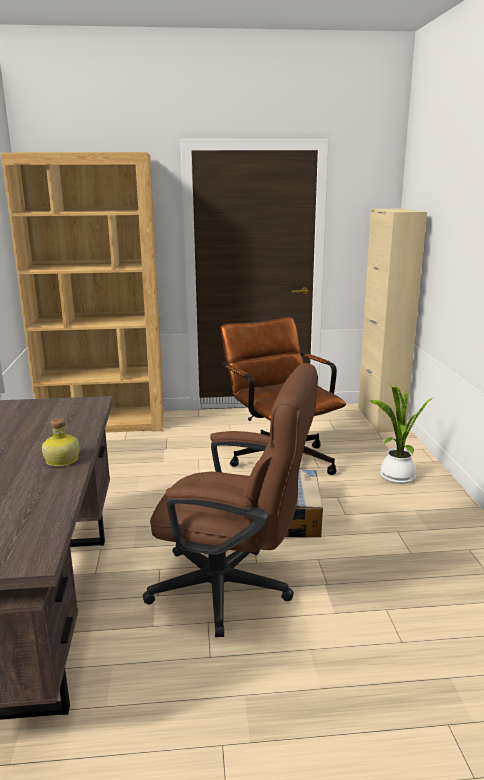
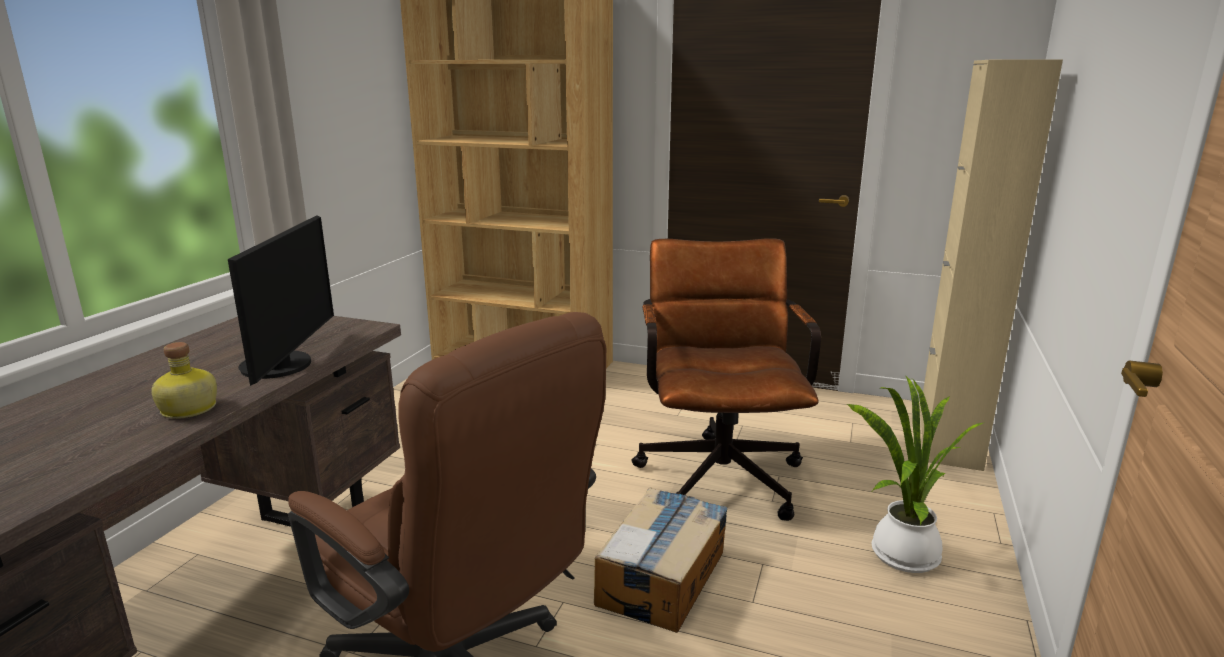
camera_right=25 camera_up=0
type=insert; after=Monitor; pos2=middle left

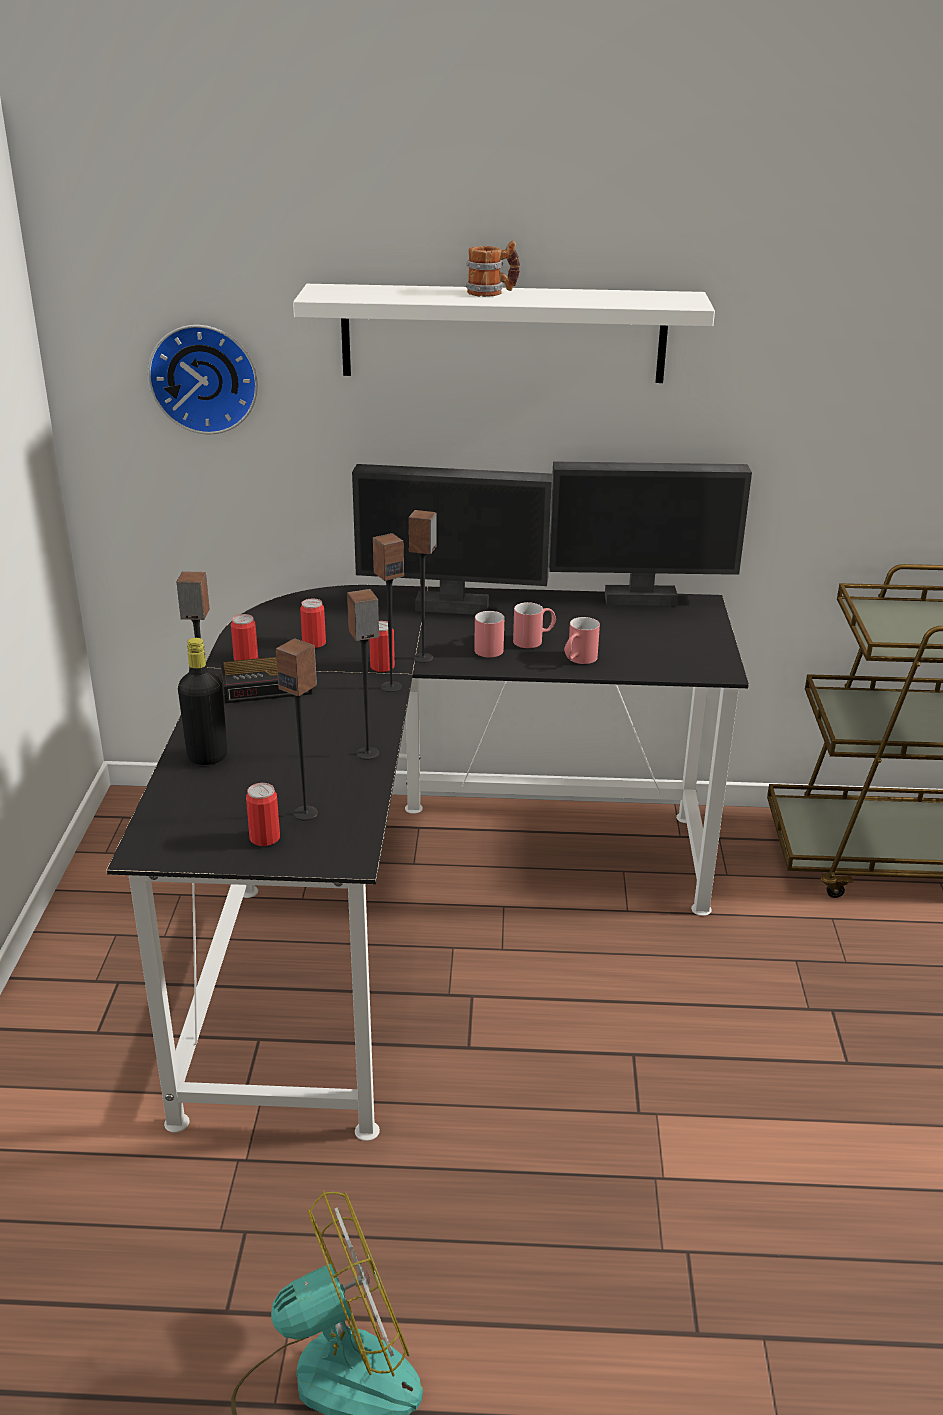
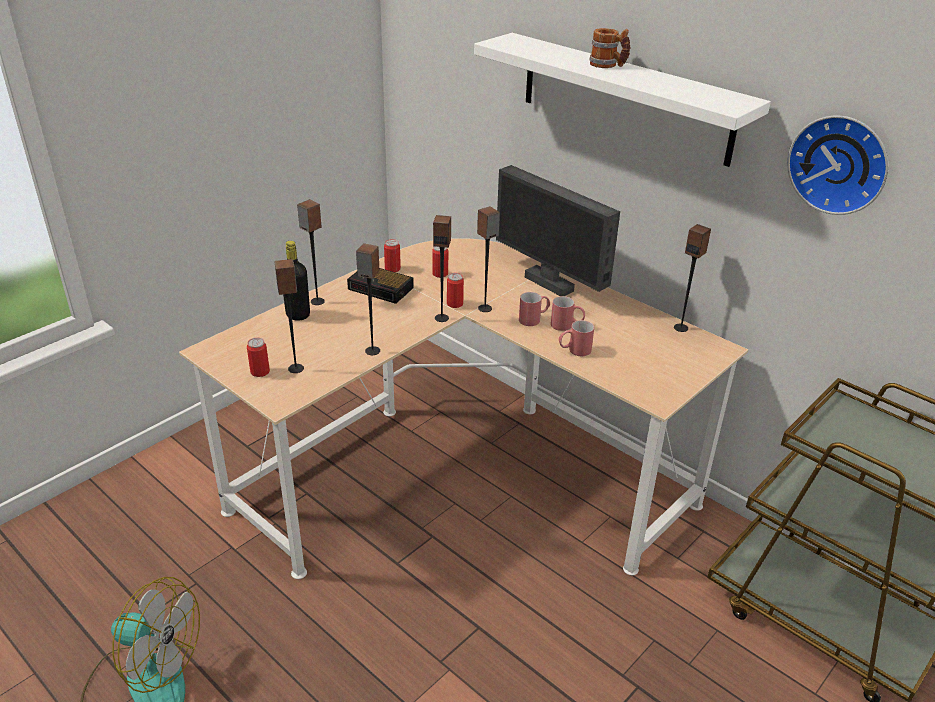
camera_right=40 camera_up=5
type=recolor; before=Schreibtisch (schwarz); after=Schreibtisch (beige); pos1=centre; pos2=centre
type=replace; before=Monitor (2nd from left); after=Lautsprecher (6th from left); pos1=middle right; pos2=middle right
type=move; before=Wanduhr; pos1=top left; pos2=top right

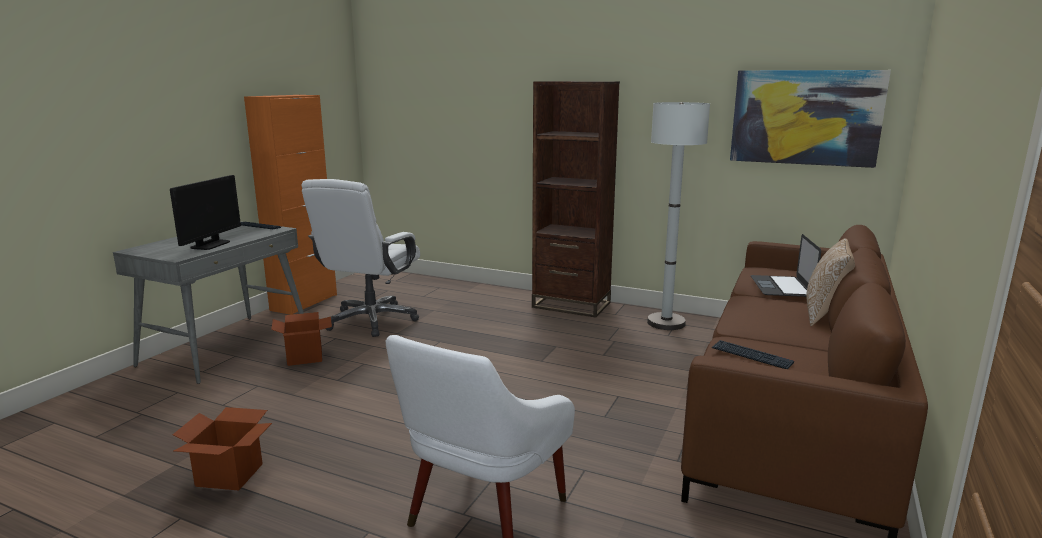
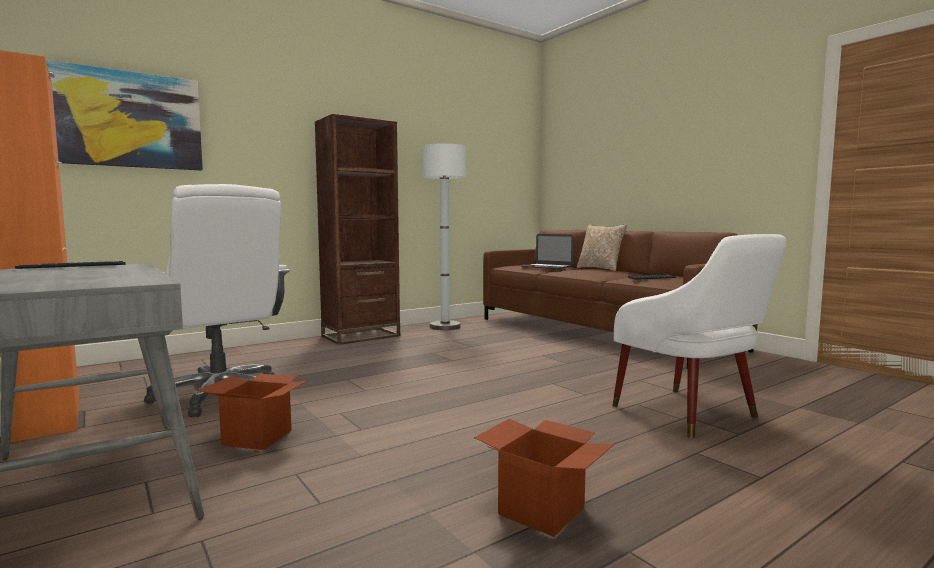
camera_right=-60 camera_up=-10
type=move; before=Bild; pos1=top right; pos2=top left
type=delete; before=Monitor; pos1=middle left

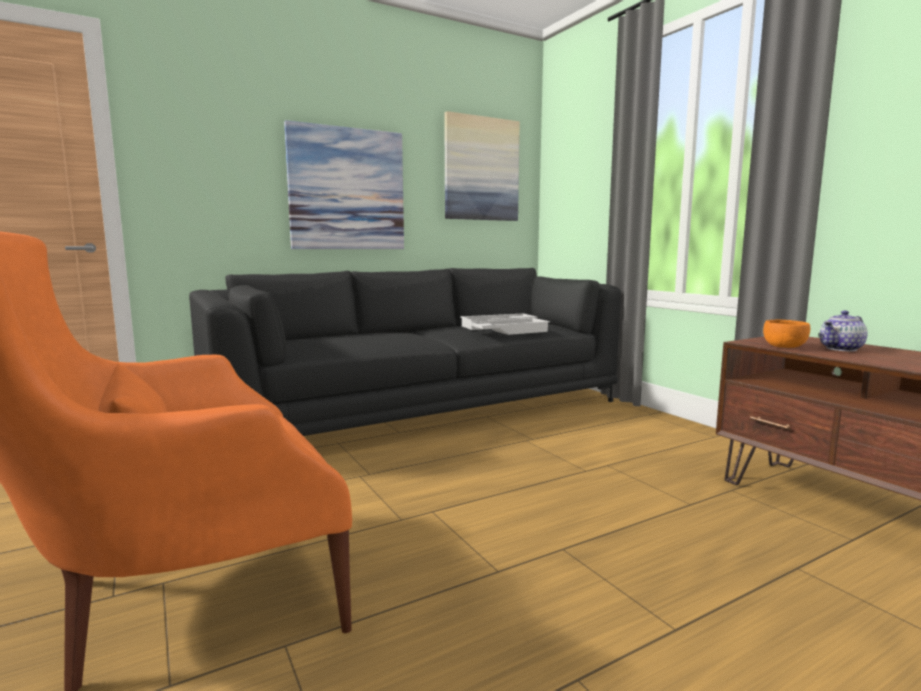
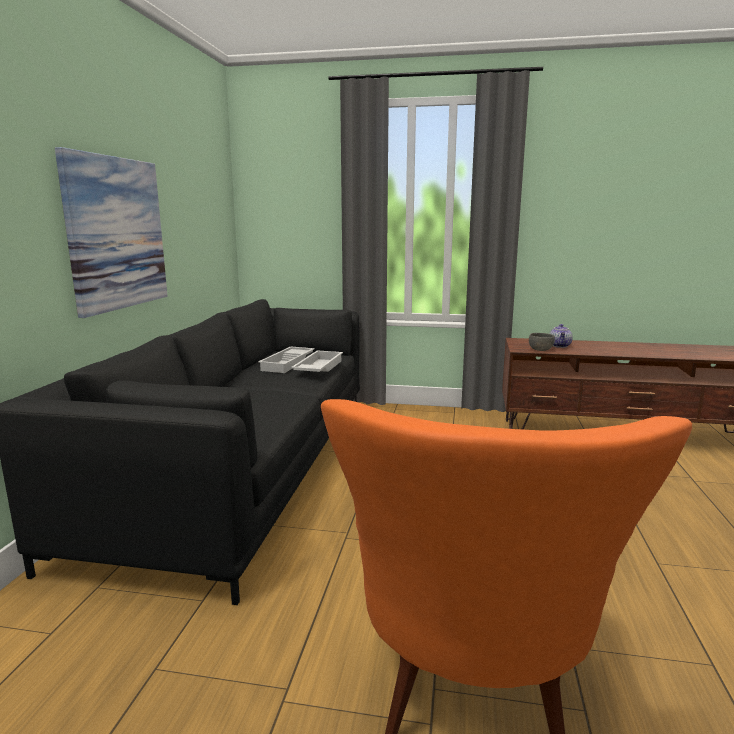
camera_right=-50 camera_up=5
type=recolor; before=Schüssel (orange); after=Schüssel (grau); pos1=middle right; pos2=middle right
type=delete; before=Bild (2nd from left); pos1=top centre

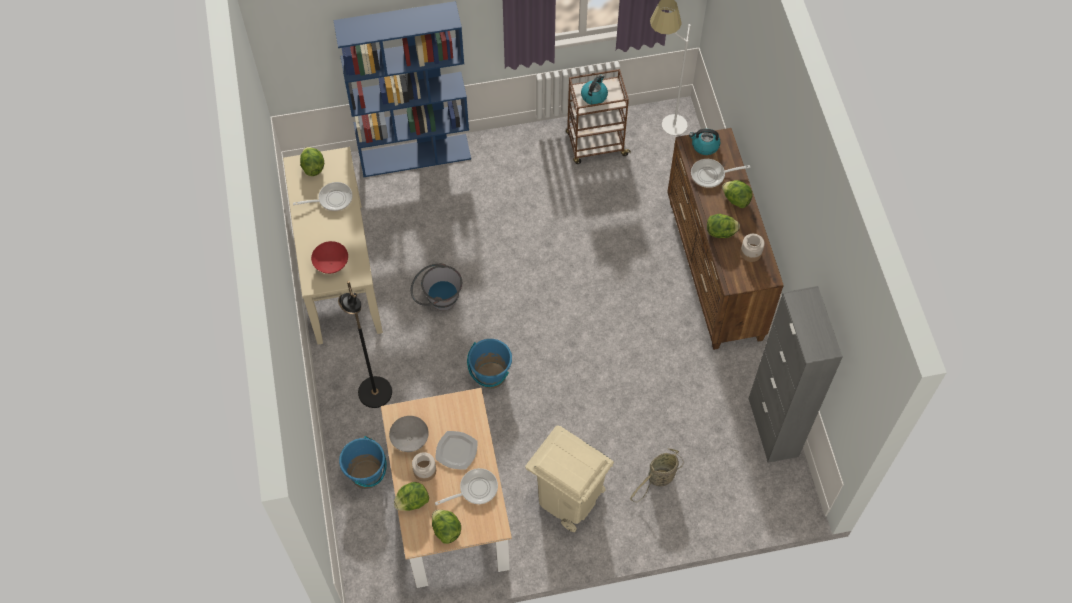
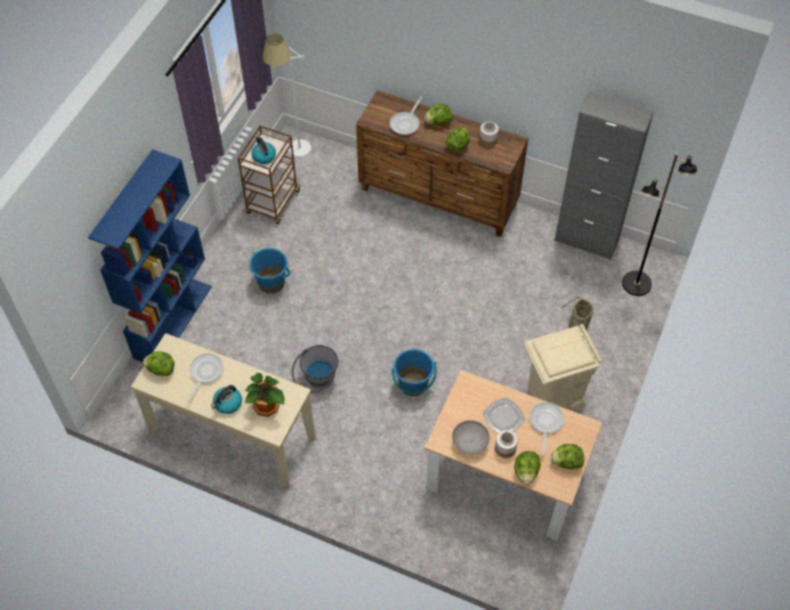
camera_right=-55 camera_up=-5
type=move; before=Wasserkessel (2nd from left in the first image); after=Wasserkessel (1st from left); pos1=top centre; pos2=middle left
type=replace; before=Schüssel (rot); after=Topfpflanze; pos1=middle left; pos2=centre
type=move; before=Eimer (blau) (1st from left); pos1=bottom centre; pos2=centre
type=move; before=Stehlampe (schwarz); pos1=centre; pos2=middle right

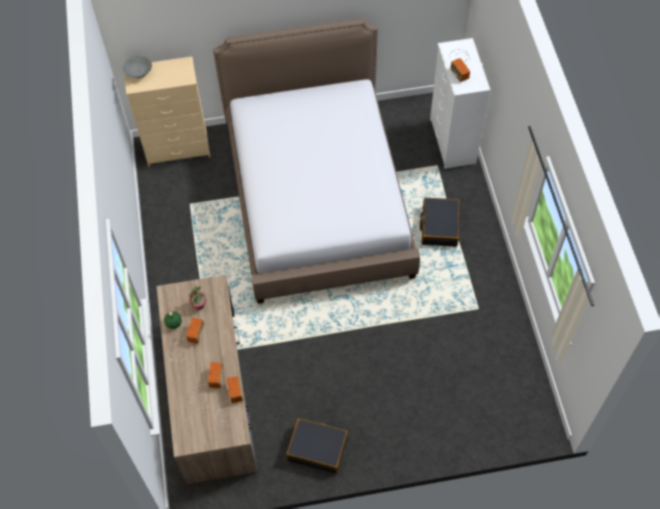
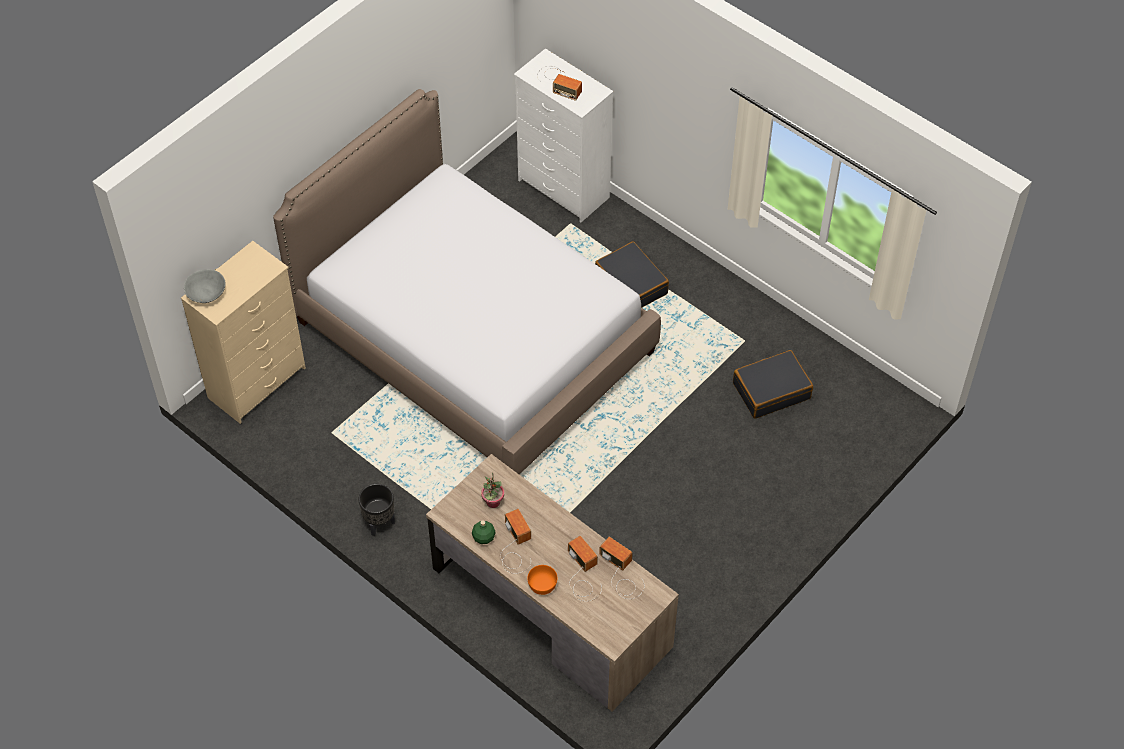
camera_right=-40 camera_up=-5
type=insert; after=Pflanzkübel (schwarz); pos2=bottom centre
type=insert; after=Schüssel (orange); pos2=bottom centre
type=move; before=Koffer (schwarz) (1st from left in the first image); after=Koffer (schwarz) (2nd from left); pos1=bottom centre; pos2=middle right

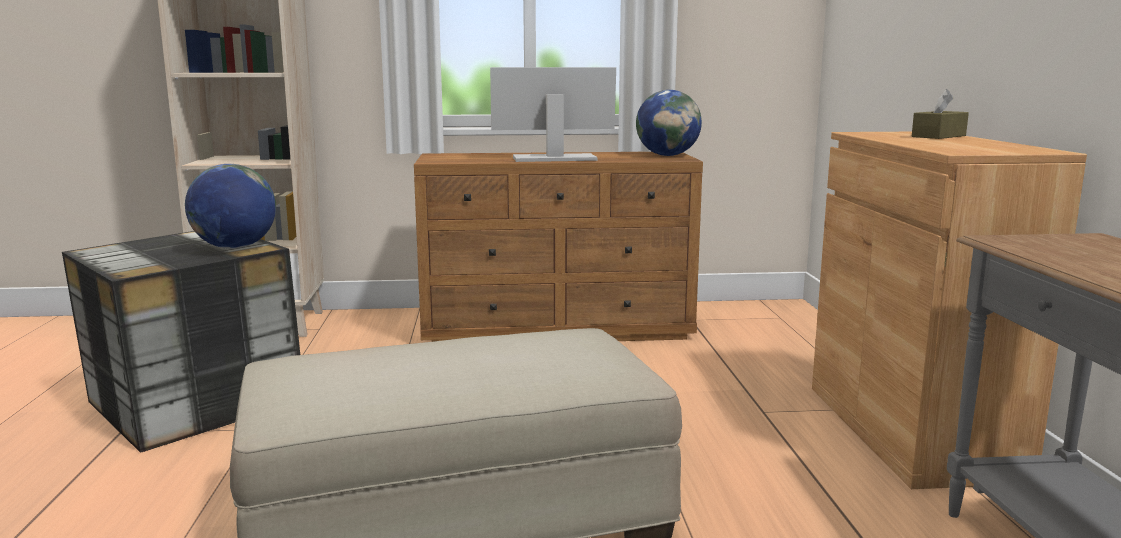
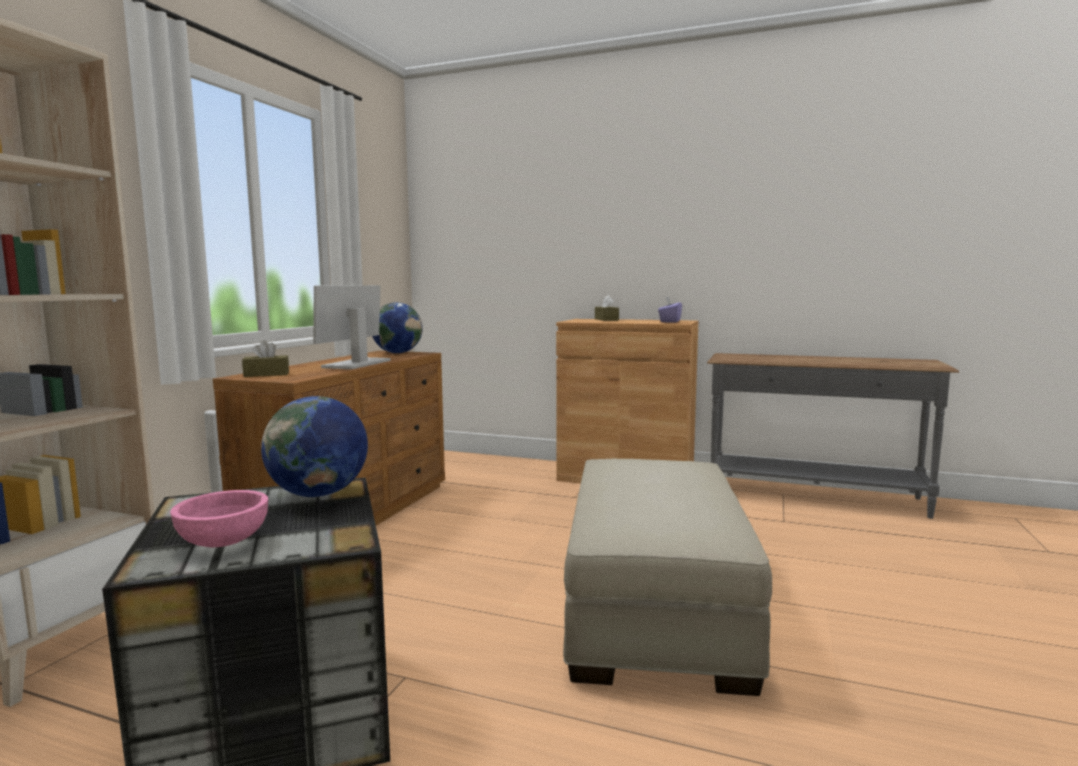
camera_right=-65 camera_up=-5
type=insert; after=Schüssel (rosa); pos2=bottom left
type=insert; after=Taschentuchbox (braun) (1st from left); pos2=middle left
type=insert; after=Taschentuchbox (lila); pos2=centre

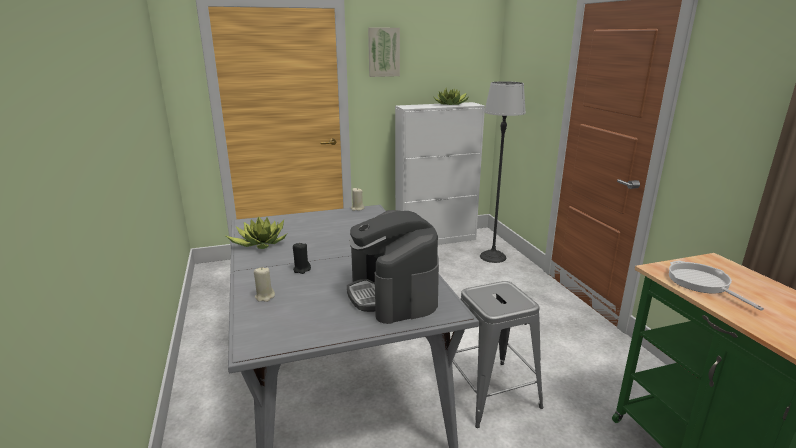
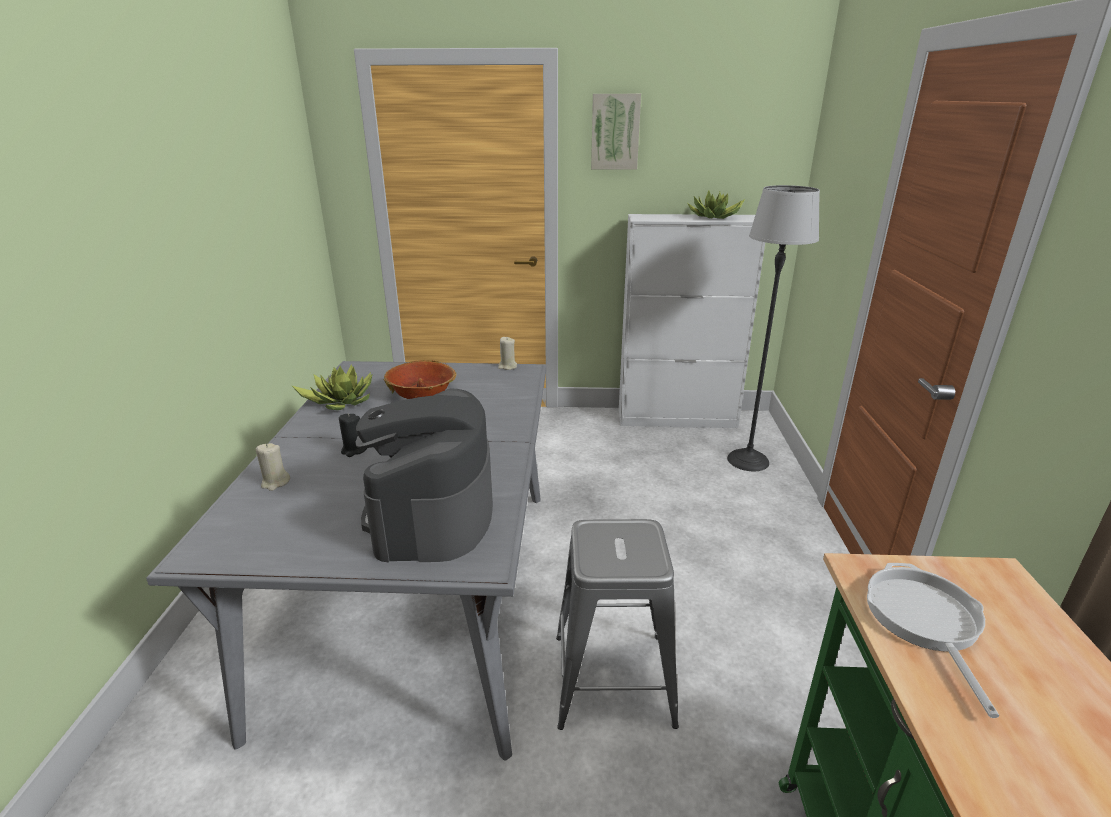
camera_right=20 camera_up=5
type=insert; after=Schüssel; pos2=centre

